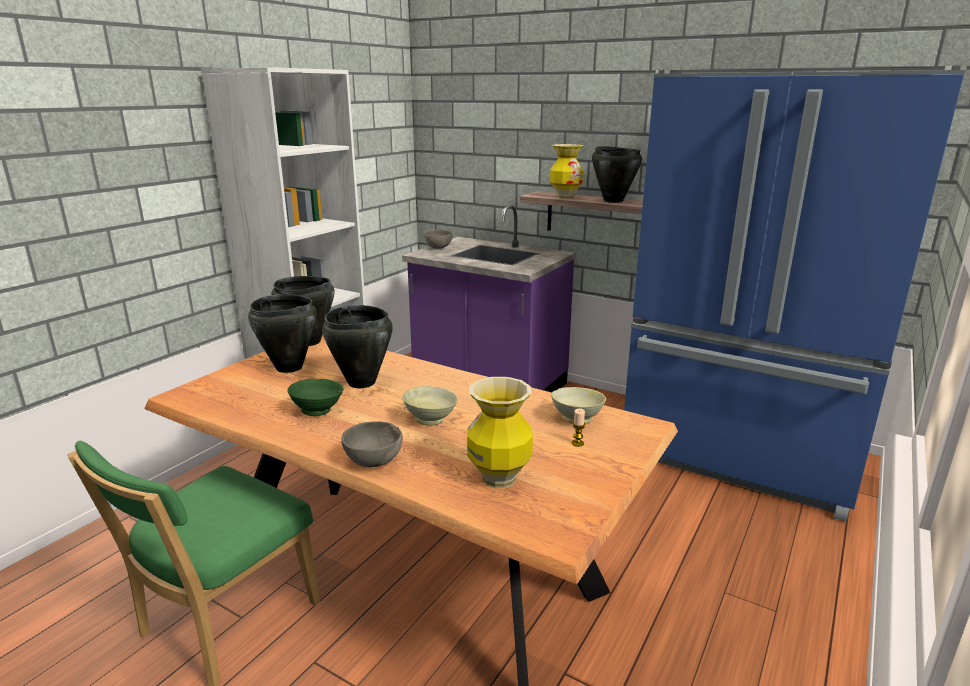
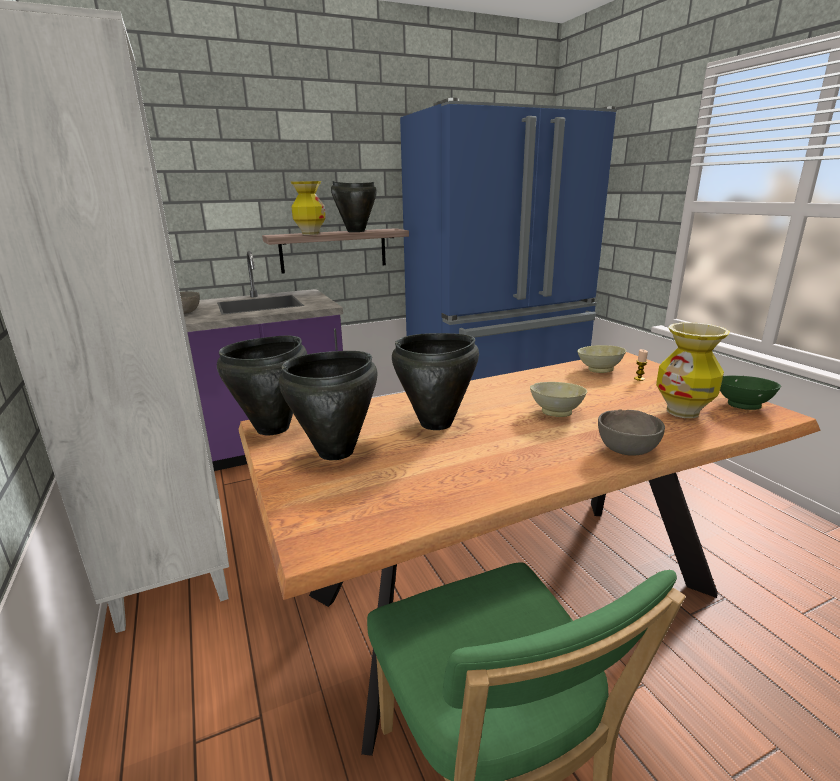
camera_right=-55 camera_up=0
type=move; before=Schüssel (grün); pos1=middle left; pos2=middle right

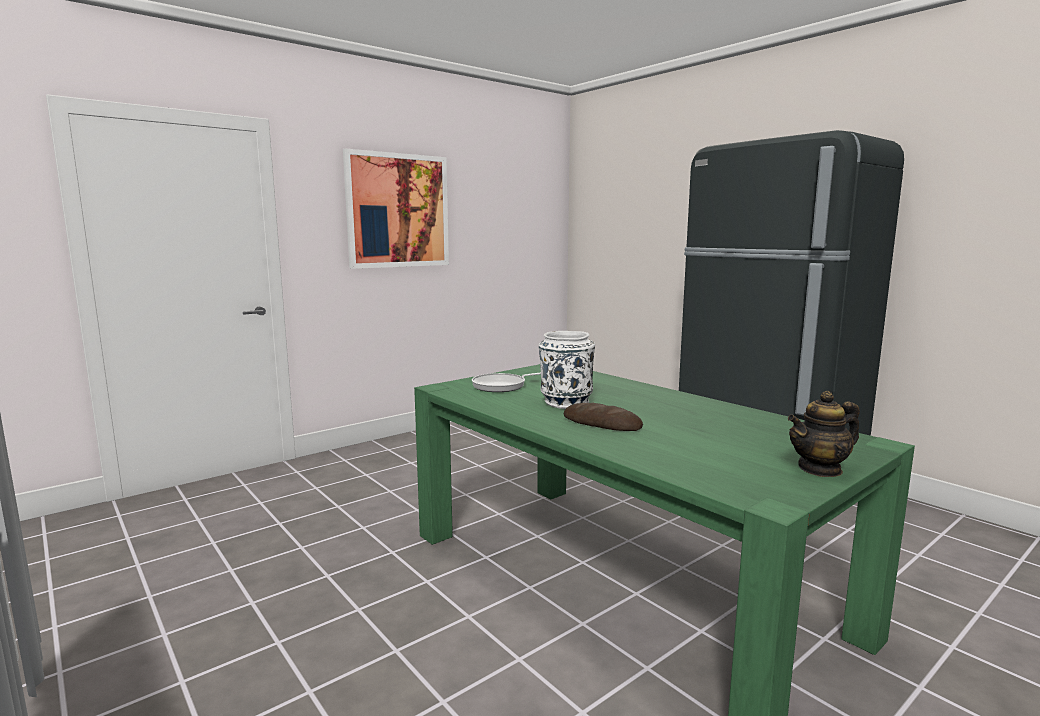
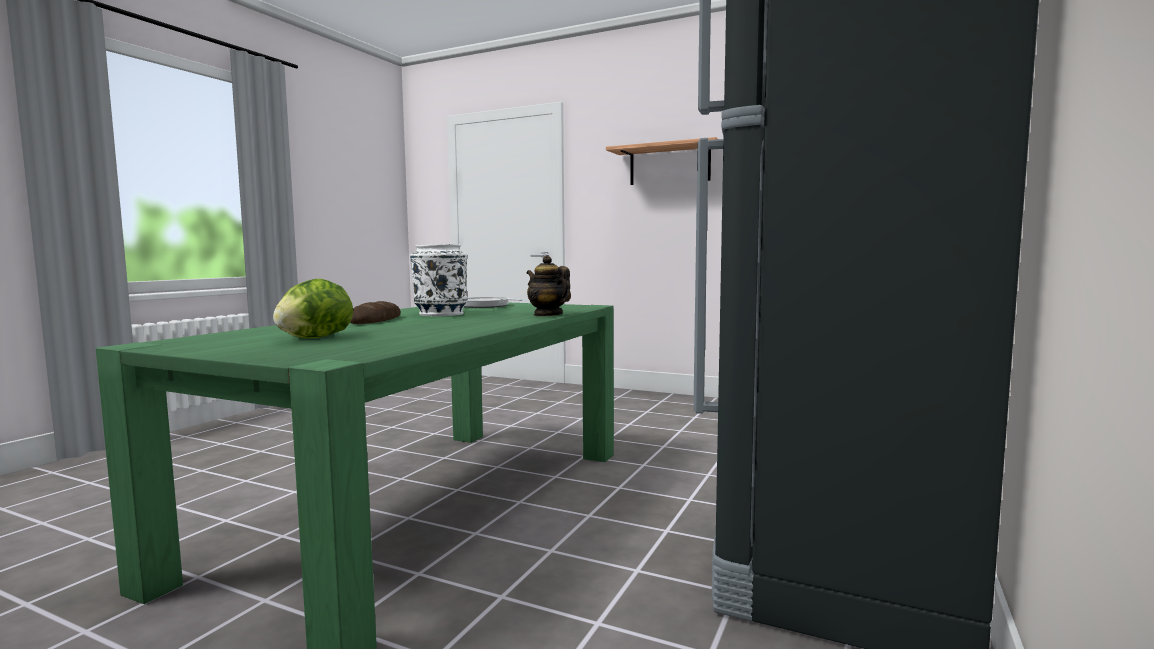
camera_right=65 camera_up=-5
type=insert; after=Salatkopf; pos2=middle left
type=move; before=Teekanne; pos1=middle right; pos2=centre
type=replace; before=Bild; after=Wandregal; pos1=top centre; pos2=top centre

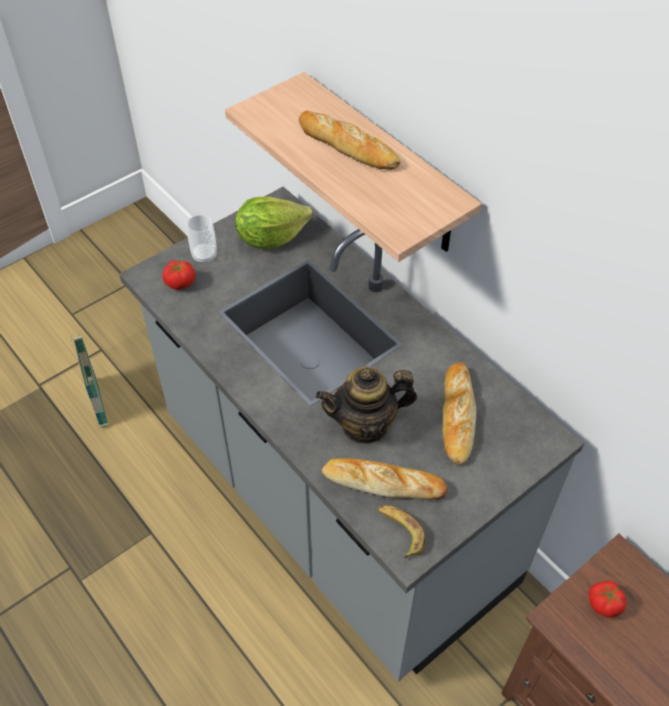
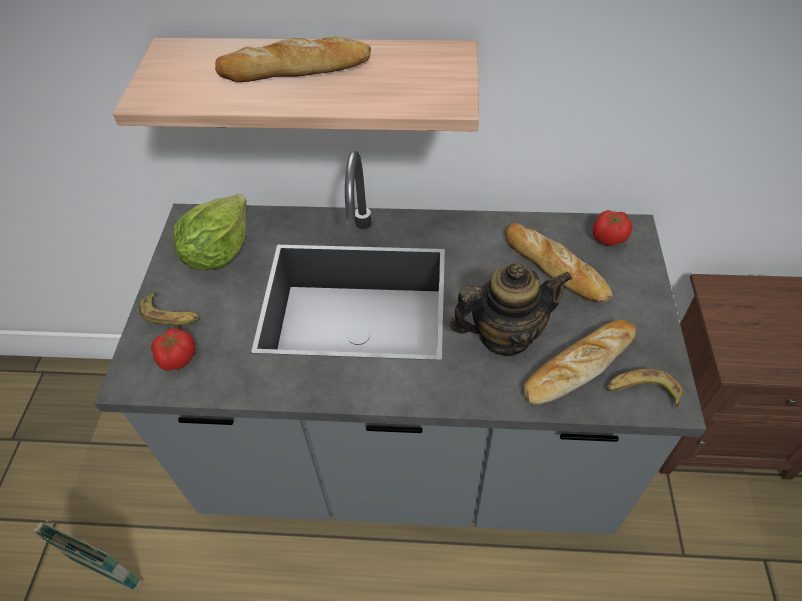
camera_right=-45 camera_up=0
type=replace; before=Tasse; after=Banane (1st from left); pos1=middle left; pos2=middle left
type=rotate; before=Teekanne; pos1=centre; pos2=centre; turn=-135
type=move; before=Tomate (2nd from left); pos1=bottom right; pos2=middle right

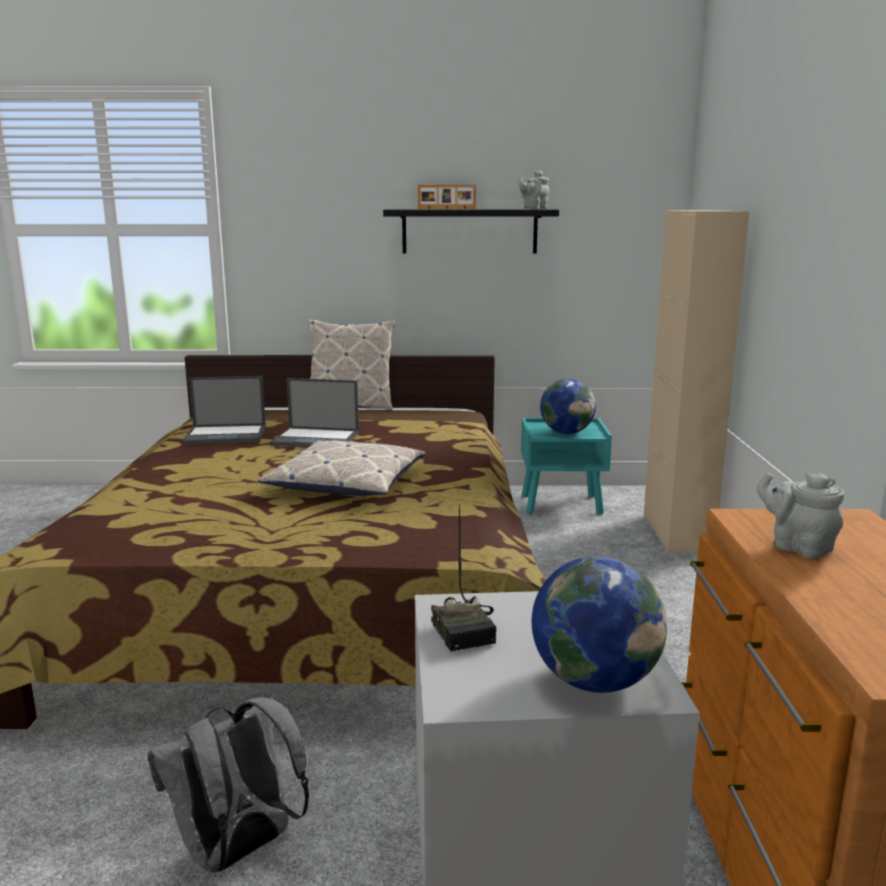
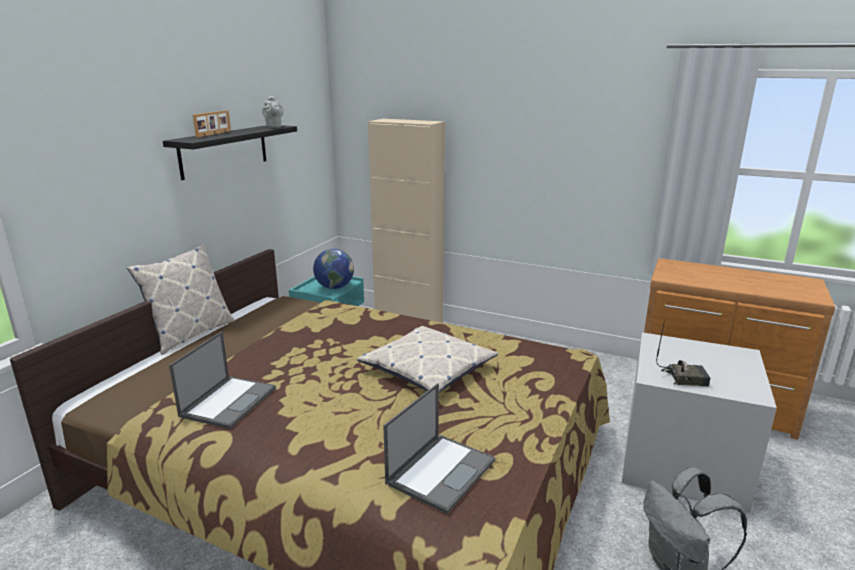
camera_right=-65 camera_up=5
type=move; before=Laptop (2nd from left); pos1=centre; pos2=bottom centre
type=delete; before=Globus (2nd from left); pos1=bottom right
type=delete; before=Teekanne (grau) (2nd from left); pos1=middle right

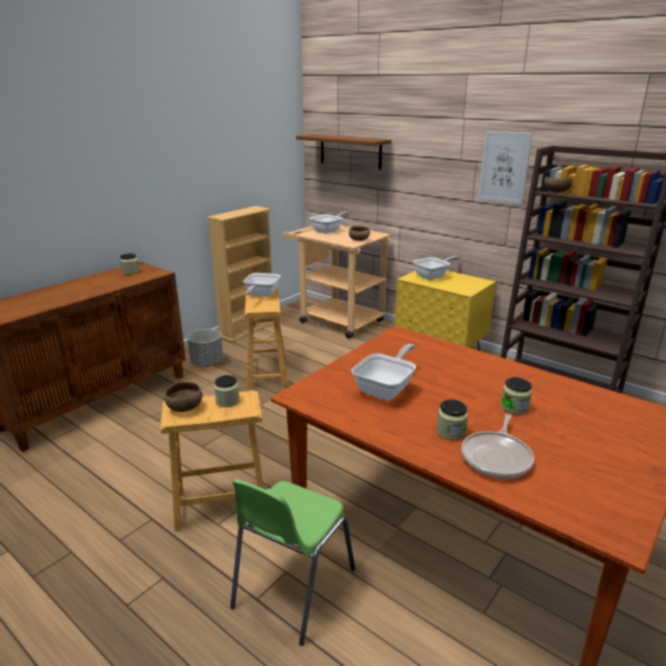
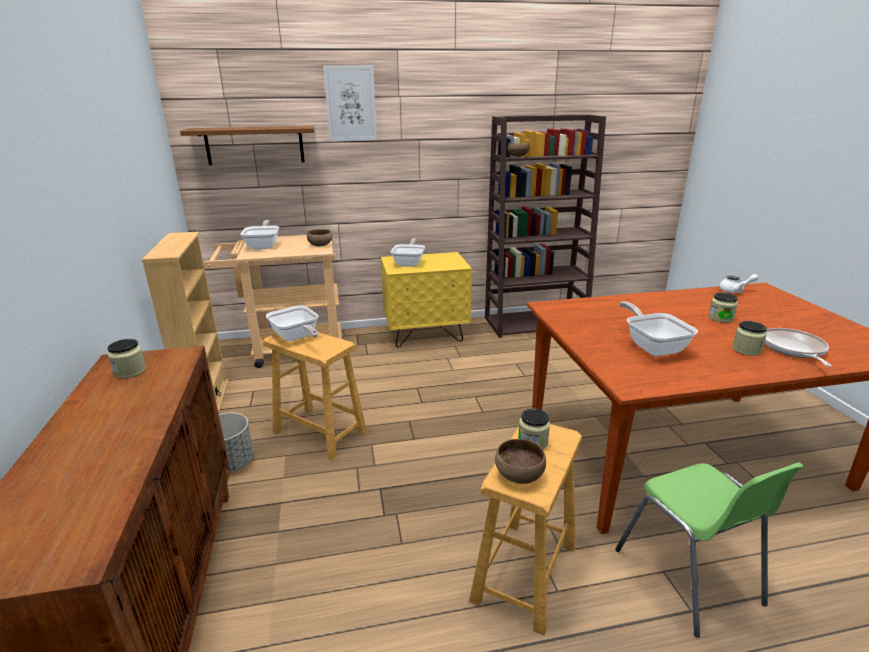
camera_right=-50 camera_up=0
type=move; before=Bild; pos1=top right; pos2=top centre
type=insert; after=Teekanne (weiß); pos2=middle right
type=rotate; before=Pfanne (5th from left); pos1=bottom right; pos2=middle right; turn=-150

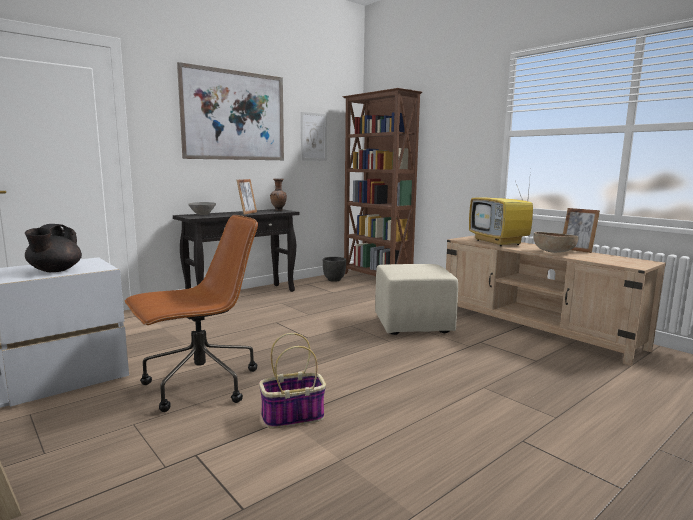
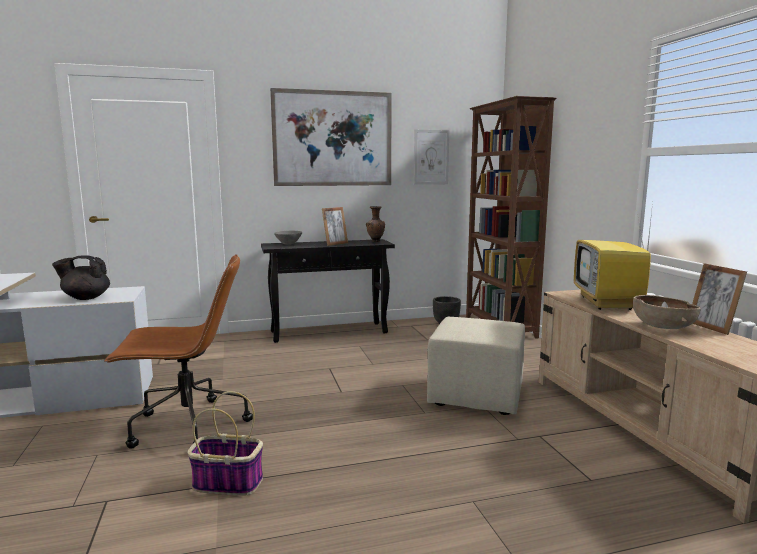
camera_right=25 camera_up=0
type=rotate; before=Teekanne (schwarz); pos1=middle left; pos2=middle left; turn=45

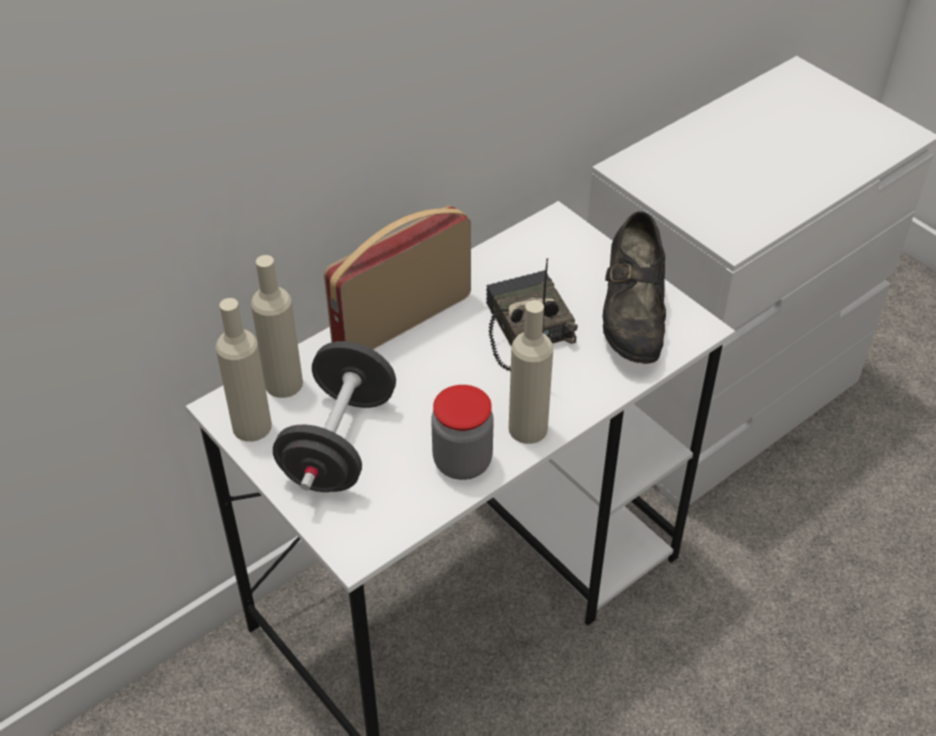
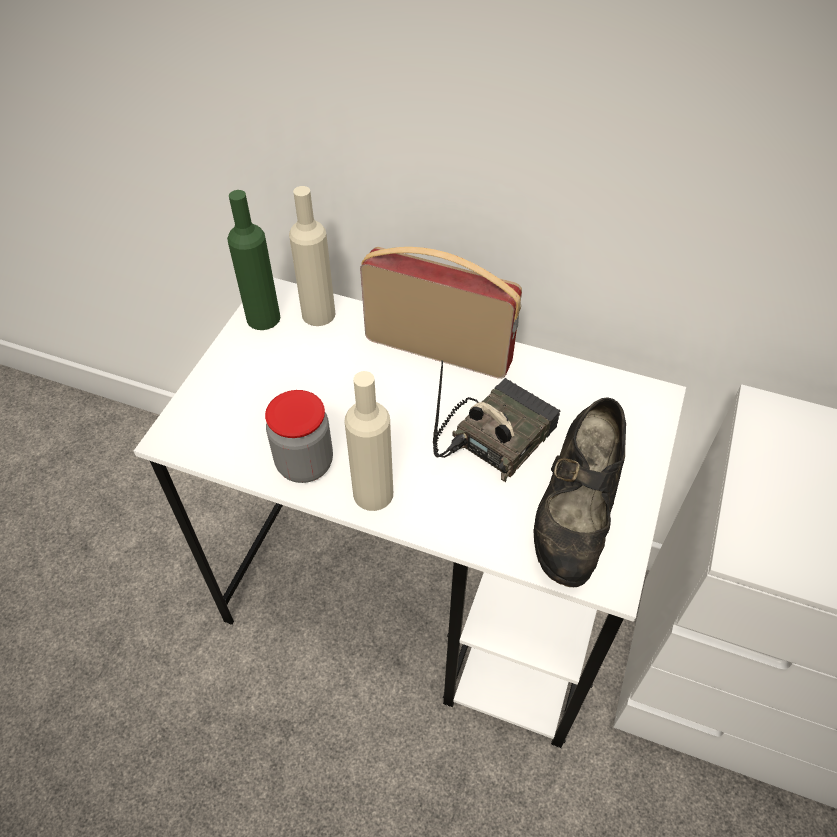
camera_right=60 camera_up=5
type=recolor; before=Flasche (beige) (1st from left); after=Flasche (grün); pos1=middle left; pos2=top left
type=rotate; before=Schuh (schwarz); pos1=middle right; pos2=middle right; turn=-45
type=delete; before=Hantel (schwarz); pos1=centre

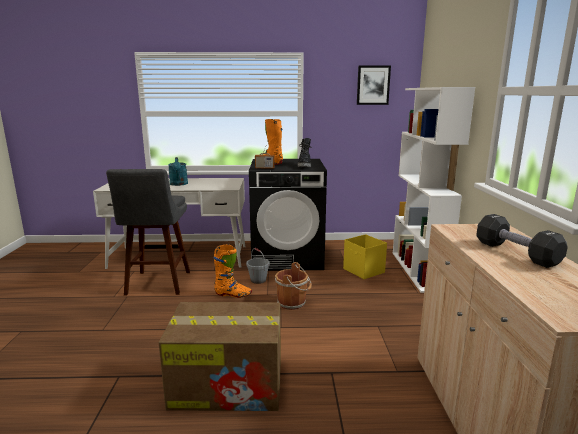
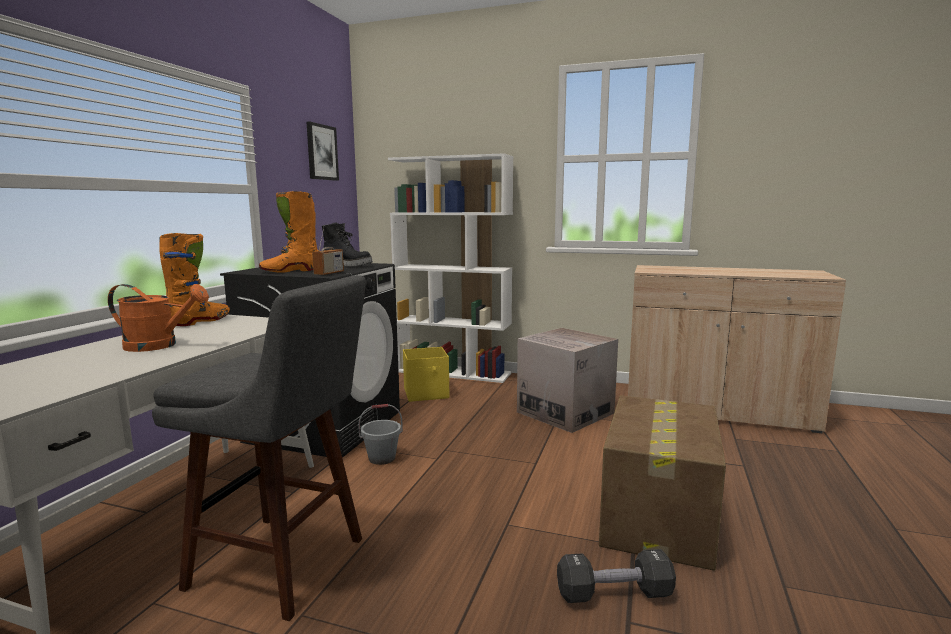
camera_right=-70 camera_up=-5
type=recolor; before=Gießkanne (türkis); after=Gießkanne (orange); pos1=middle left; pos2=middle left
type=move; before=Stiefel (orange) (1st from left); pos1=centre; pos2=middle left
type=insert; after=Karton (1st from left); pos2=centre
type=move; before=Hantel (schwarz); pos1=middle right; pos2=bottom centre
type=delete; before=Eimer (braun); pos1=centre

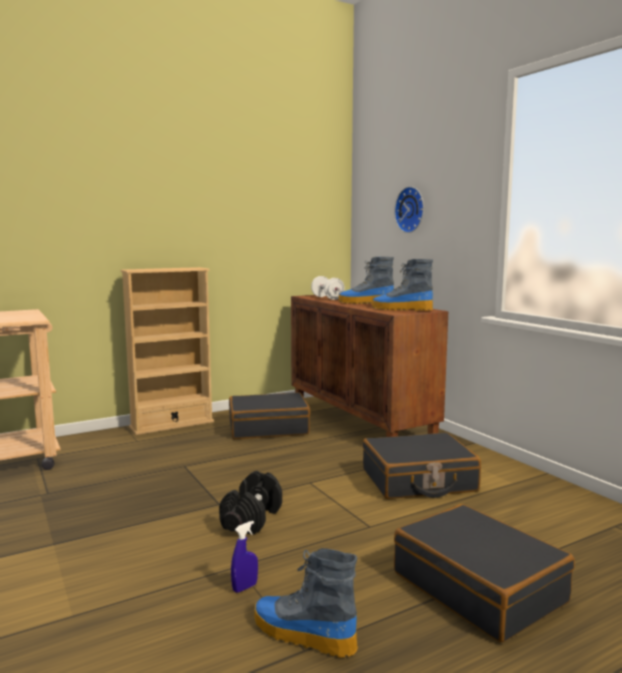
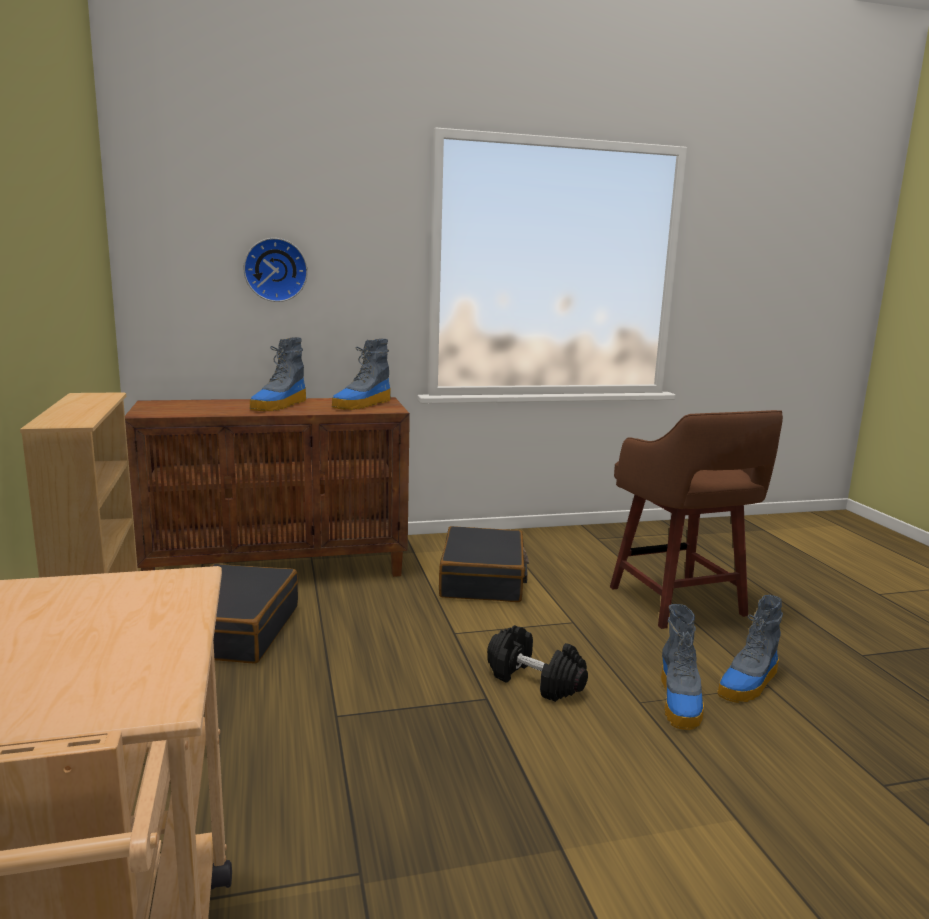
camera_right=-75 camera_up=5
type=replace; before=Koffer (schwarz) (3rd from left); after=Hocker (braun); pos1=bottom right; pos2=middle right
type=replace; before=Sprühflasche (blau); after=Stiefel (3rd from left); pos1=bottom centre; pos2=bottom right
type=delete; before=Hantel (weiß); pos1=centre

